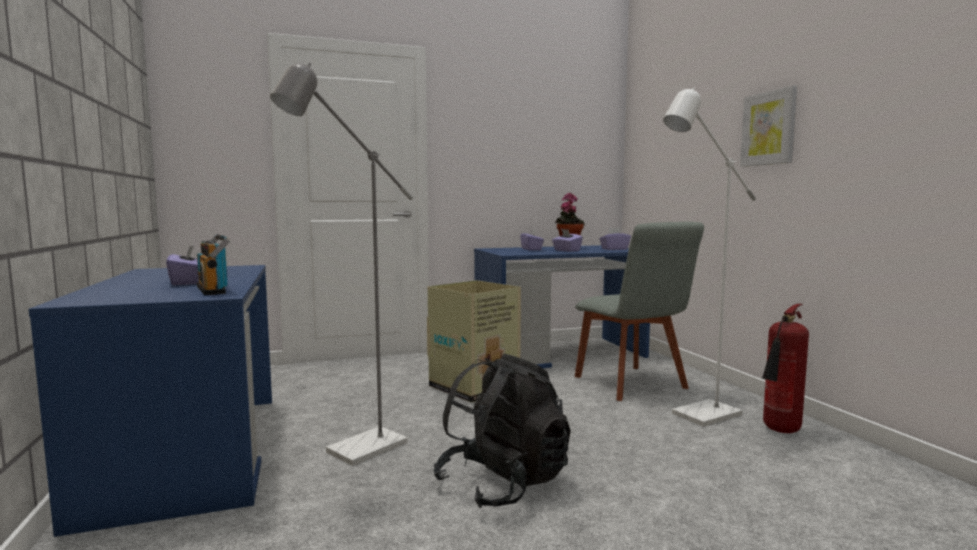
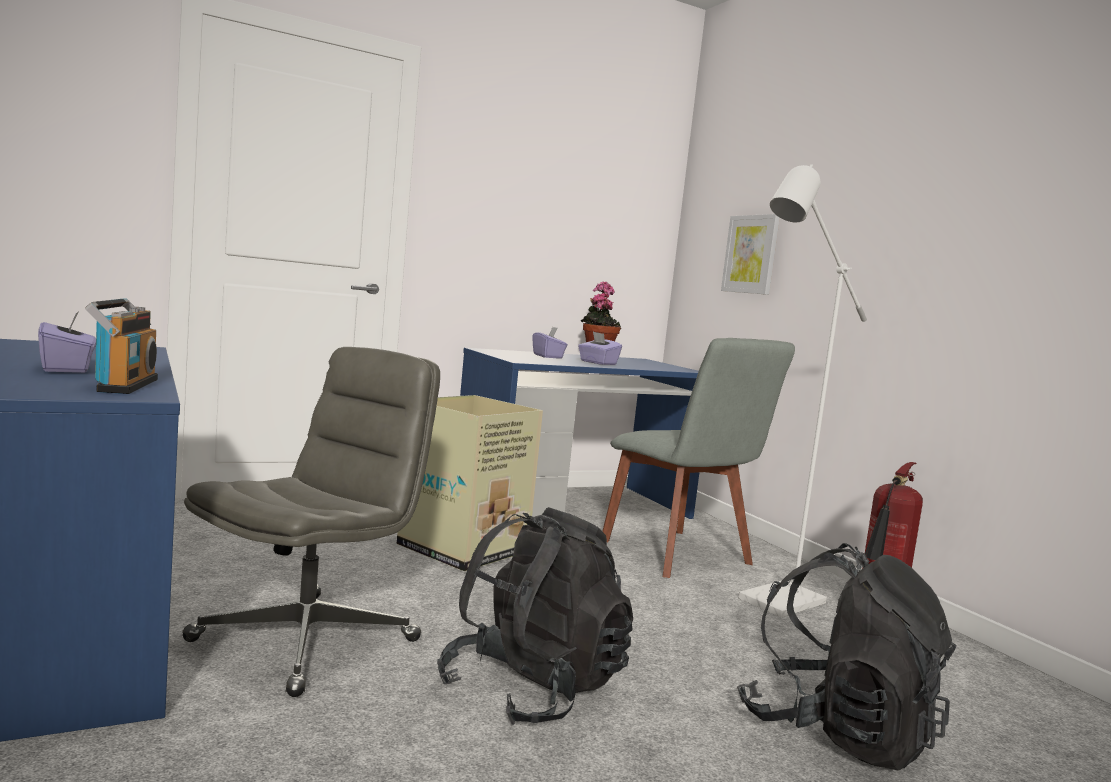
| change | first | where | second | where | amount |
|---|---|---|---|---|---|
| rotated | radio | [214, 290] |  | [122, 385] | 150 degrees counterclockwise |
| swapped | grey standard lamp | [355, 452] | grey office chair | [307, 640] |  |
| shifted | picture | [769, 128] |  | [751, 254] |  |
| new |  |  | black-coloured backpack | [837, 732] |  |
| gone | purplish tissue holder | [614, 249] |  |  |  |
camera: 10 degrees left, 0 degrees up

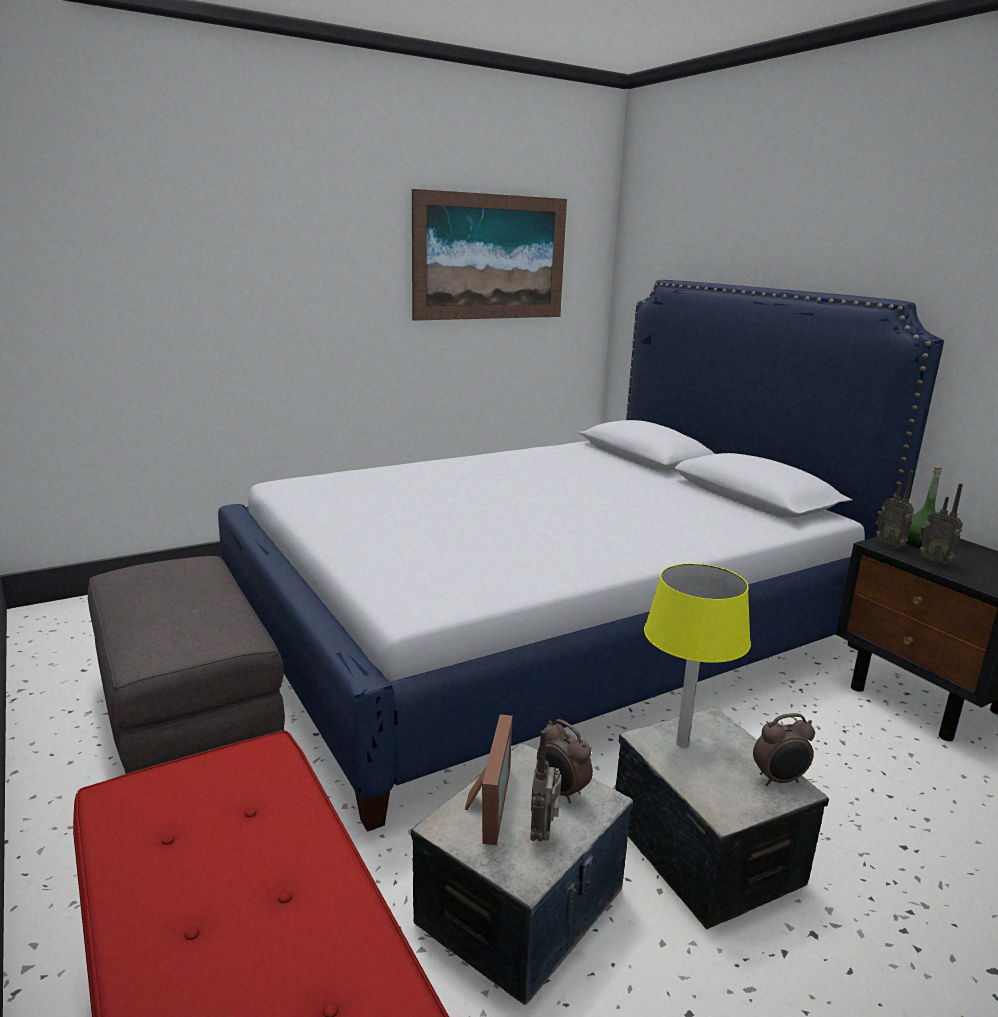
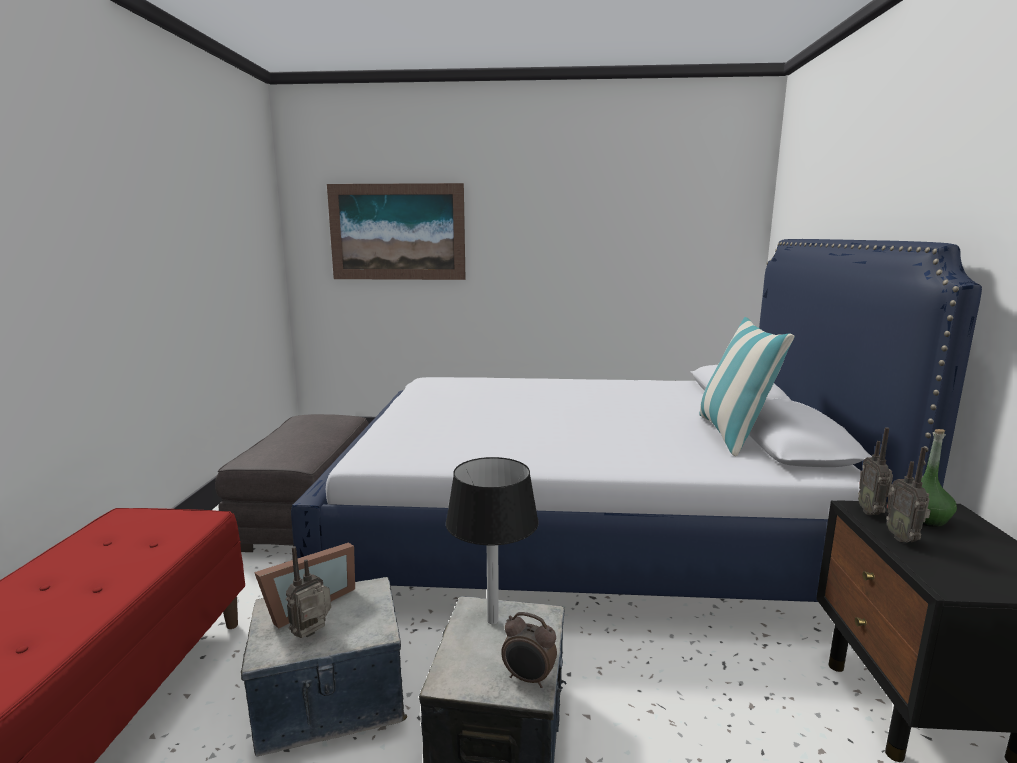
| change | first | where | second | where | amount |
|---|---|---|---|---|---|
| shifted | picture | [490, 257] |  | [397, 232] |  |
| repainted | yellow-coloured lamp for a table | [682, 743] | black-coloured lamp for a table | [493, 620] |  |
| new |  |  | throw pillow | [733, 435] |  |
| gone | bedside clock | [561, 791] |  |  |  |
camera: 35 degrees right, 5 degrees down

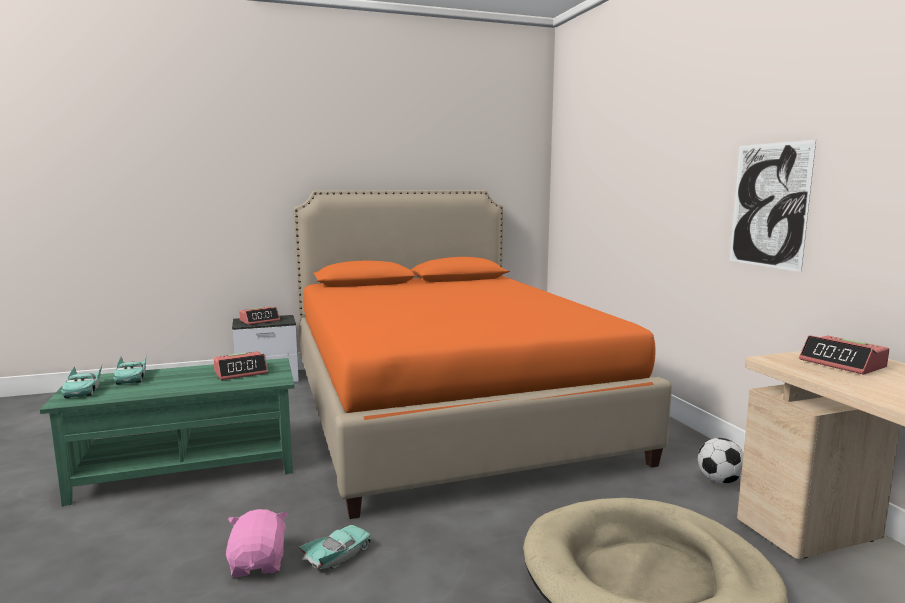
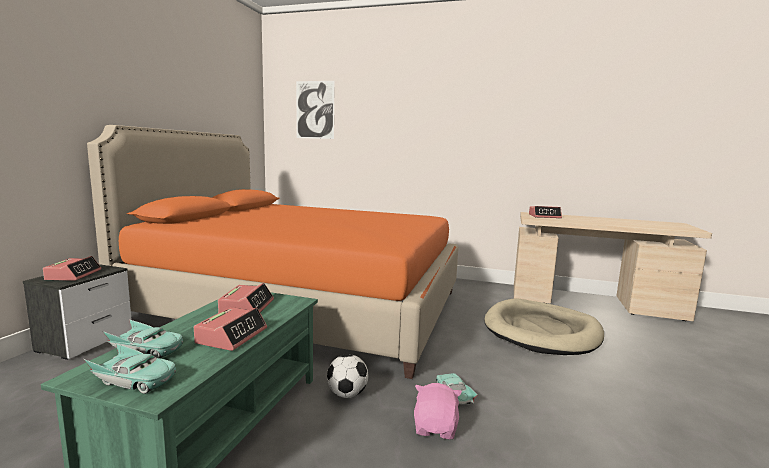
| change | first | where | second | where | amount |
|---|---|---|---|---|---|
| new |  |  | bedside clock | [232, 336] |  |
| shifted | picture | [769, 205] |  | [315, 110] |  |
| shifted | football ball | [719, 481] |  | [347, 394] |  |
| rotated | pink cuddly toy | [259, 564] |  | [436, 428] | 75 degrees clockwise |
camera: 55 degrees left, 0 degrees up

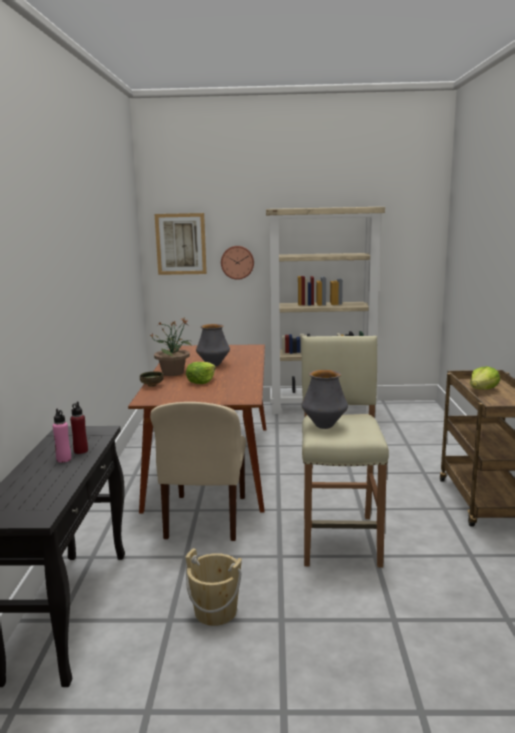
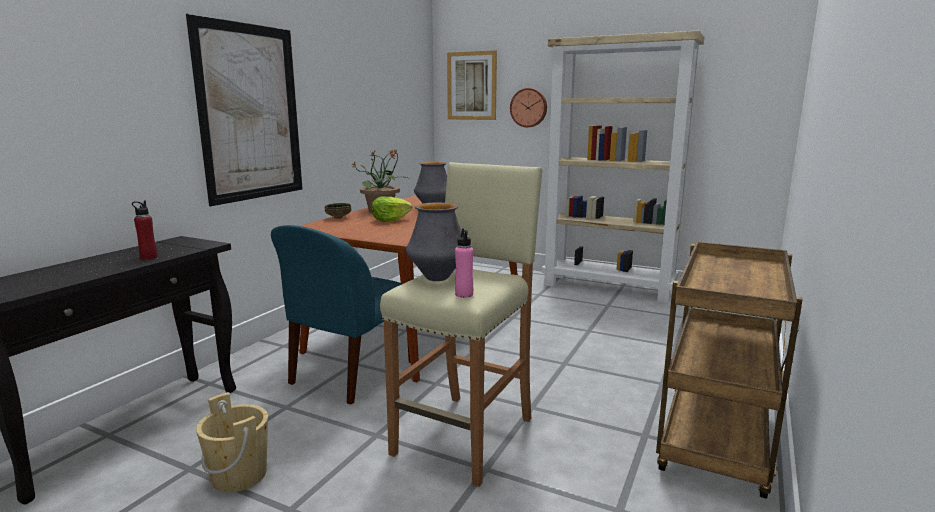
| change | first | where | second | where | amount |
|---|---|---|---|---|---|
| new |  |  | picture | [251, 113] |  |
| repainted | beige upright chair | [205, 518] | bluish upright chair | [351, 374] |  |
| shifted | pink beverage bottle | [64, 459] |  | [464, 294] |  |
| gone | lettuce head | [482, 389] |  |  |  |
camera: 25 degrees right, 0 degrees up

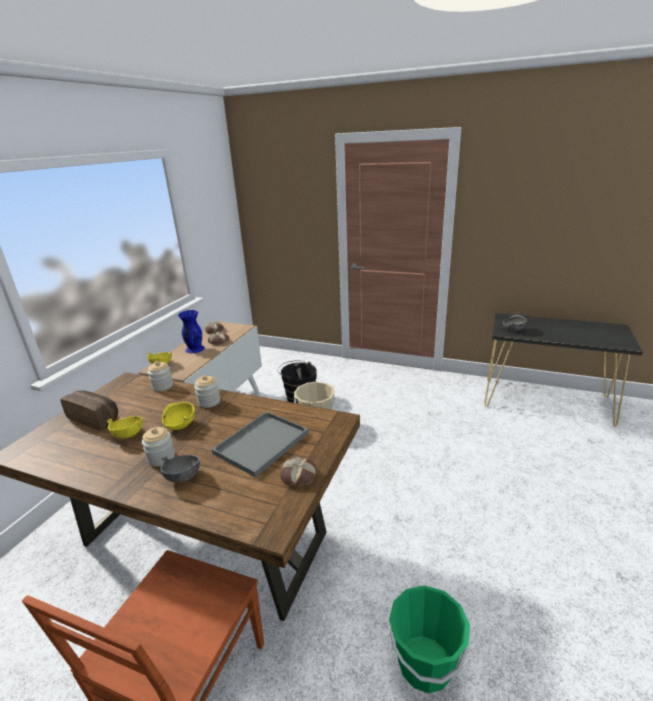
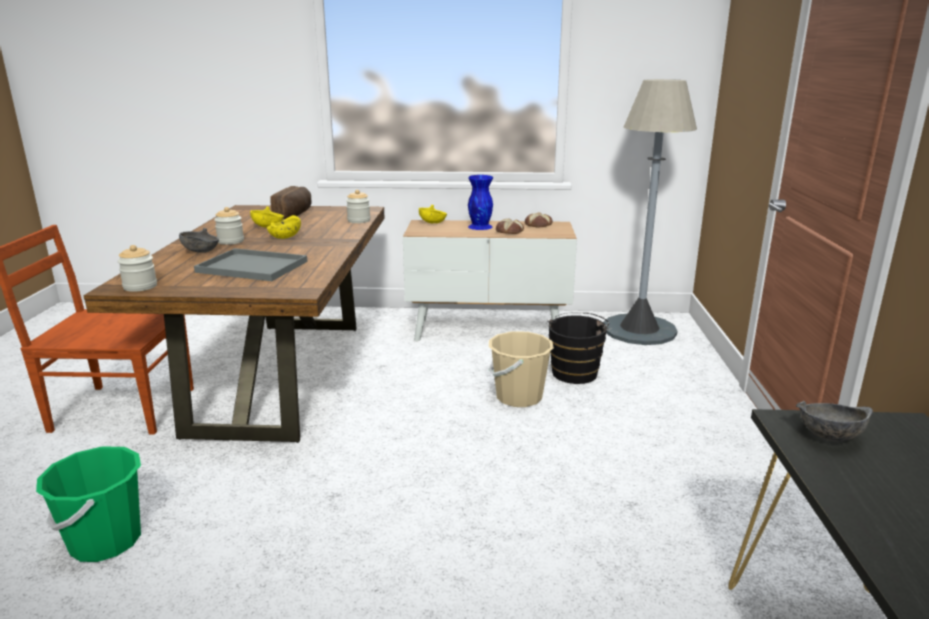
| change | first | where | second | where | amount |
|---|---|---|---|---|---|
| shifted | storage jar | [209, 402] |  | [140, 286] |  |
| new |  |  | grey standard lamp | [639, 330] |  |
| gone | bread | [298, 476] |  |  |  |
camera: 70 degrees right, 5 degrees down

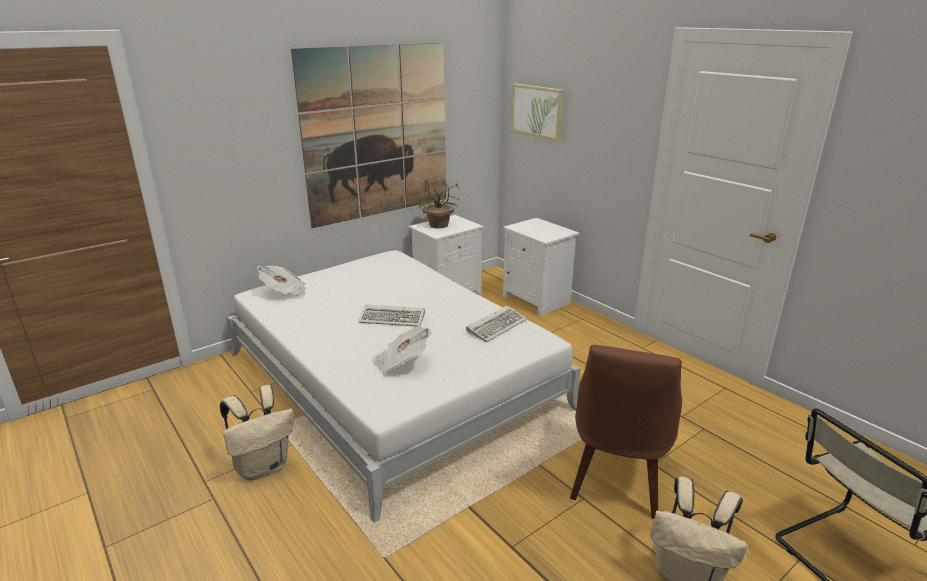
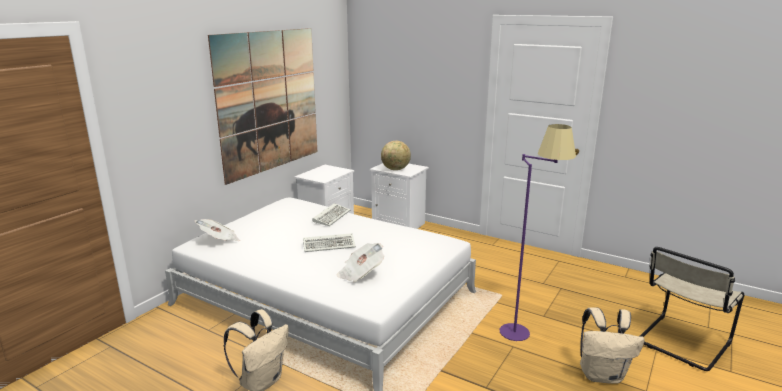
| change | first | where | second | where | amount |
|---|---|---|---|---|---|
| shifted | computer keyboard | [497, 325] |  | [331, 216] |  |
| new |  |  | world globe | [395, 169] |  |
| swapped | brownish upright chair | [617, 478] | purplish standard lamp | [526, 329] |  |
| gone | houseplant | [439, 225] |  |  |  |
| gone | picture | [537, 111] |  |  |  |
camera: 20 degrees left, 5 degrees down

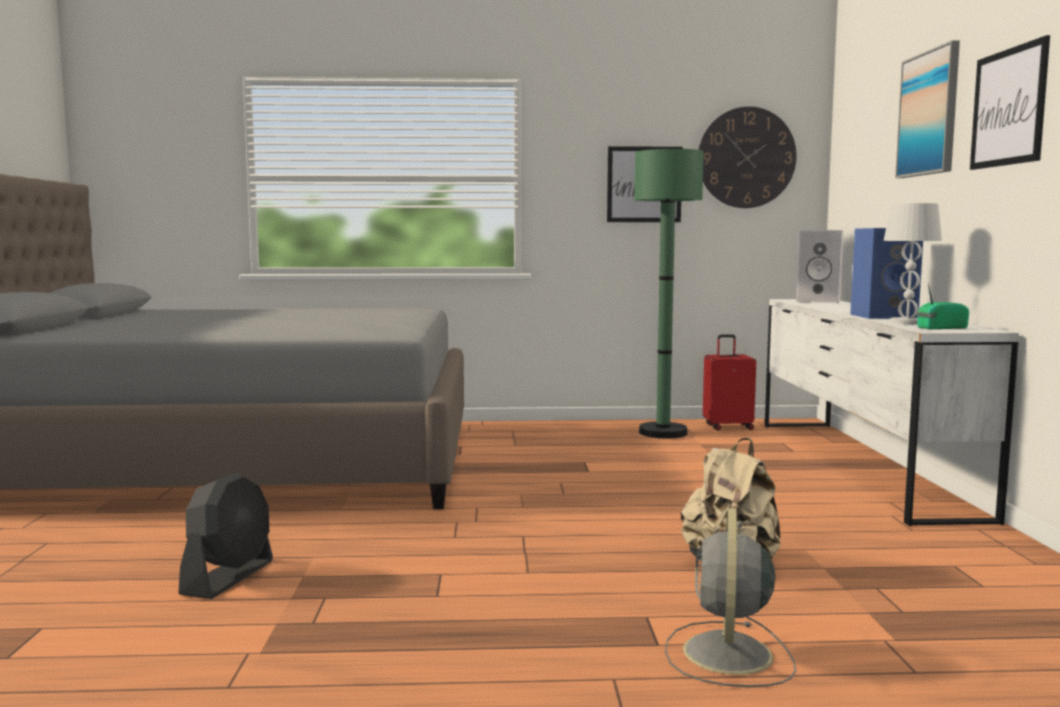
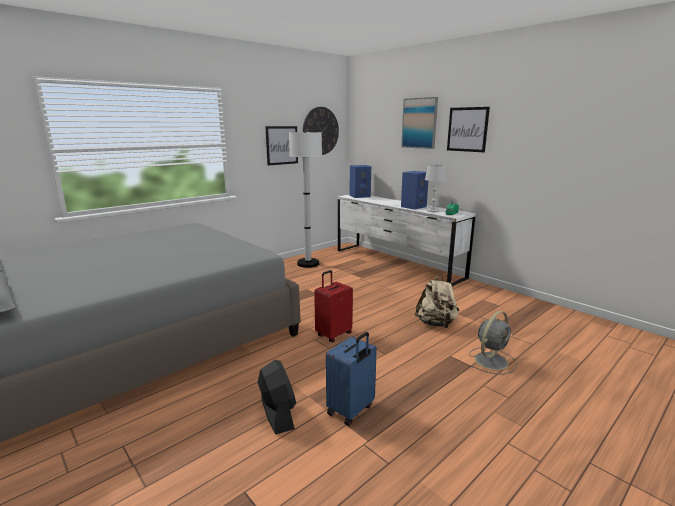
| change | first | where | second | where | amount |
|---|---|---|---|---|---|
| repainted | green standard lamp | [663, 432] | whitish standard lamp | [308, 264] |  |
| shifted | red-coloured piece of luggage | [728, 427] |  | [333, 334] |  |
| new |  |  | bluish piece of luggage | [351, 410] |  |
| repainted | whitish loudspeaker | [819, 301] | bluish loudspeaker | [360, 196] |  |
| rotated | grey cooling fan | [727, 655] |  | [492, 360] | 105 degrees counterclockwise |
camera: 40 degrees left, 10 degrees up

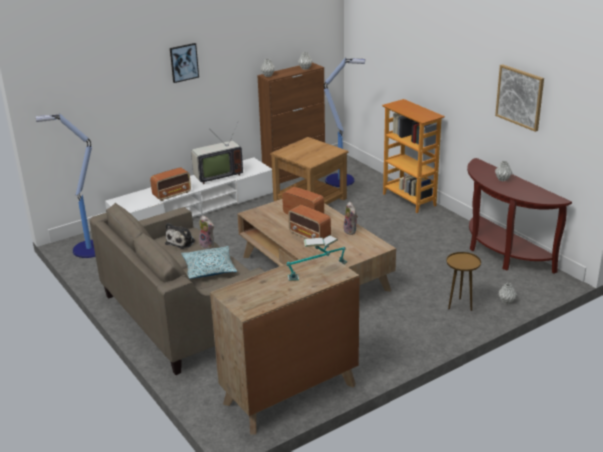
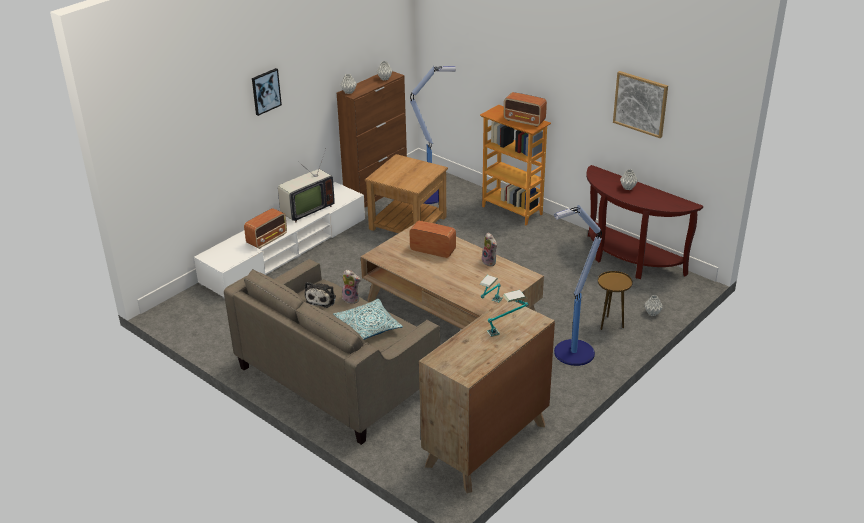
| change | first | where | second | where | amount |
|---|---|---|---|---|---|
| shifted | radio | [310, 236] |  | [524, 121] |  |
| shifted | standard lamp | [88, 249] |  | [572, 353] |  |
camera: 15 degrees left, 5 degrees up

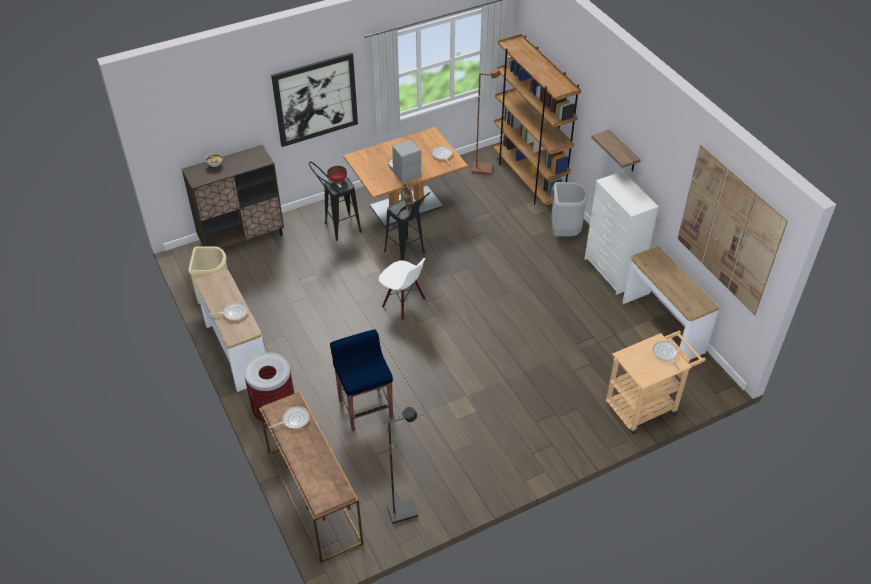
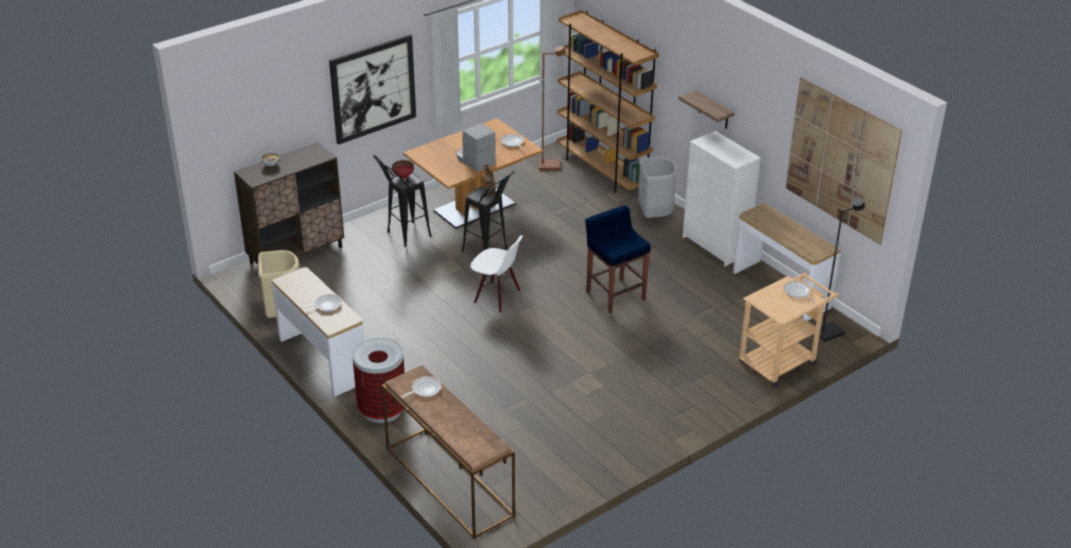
| change | first | where | second | where | amount |
|---|---|---|---|---|---|
| shifted | bluish stool seat | [365, 408] |  | [615, 295] |  |
| shifted | black-coloured standard lamp | [402, 511] |  | [828, 332] |  |
camera: 10 degrees left, 10 degrees down

